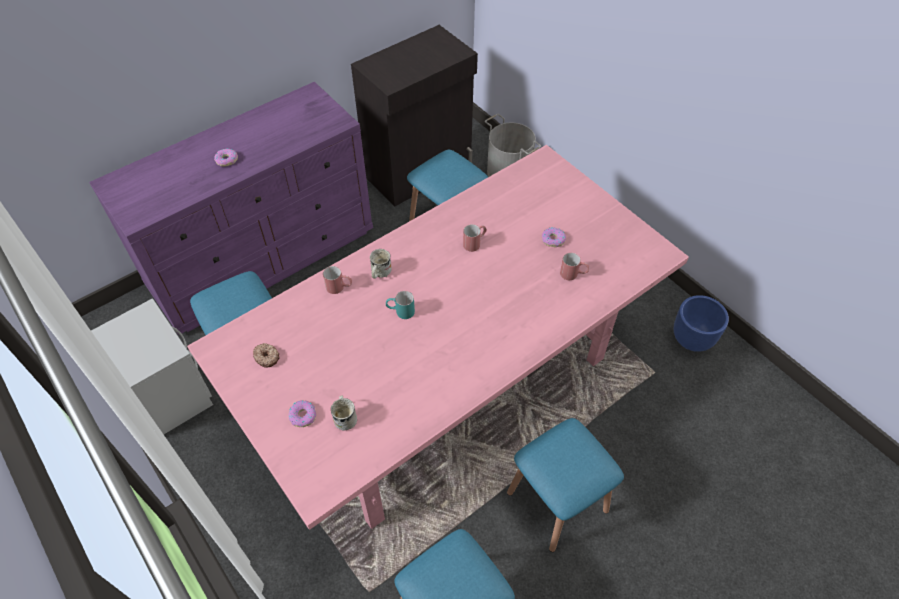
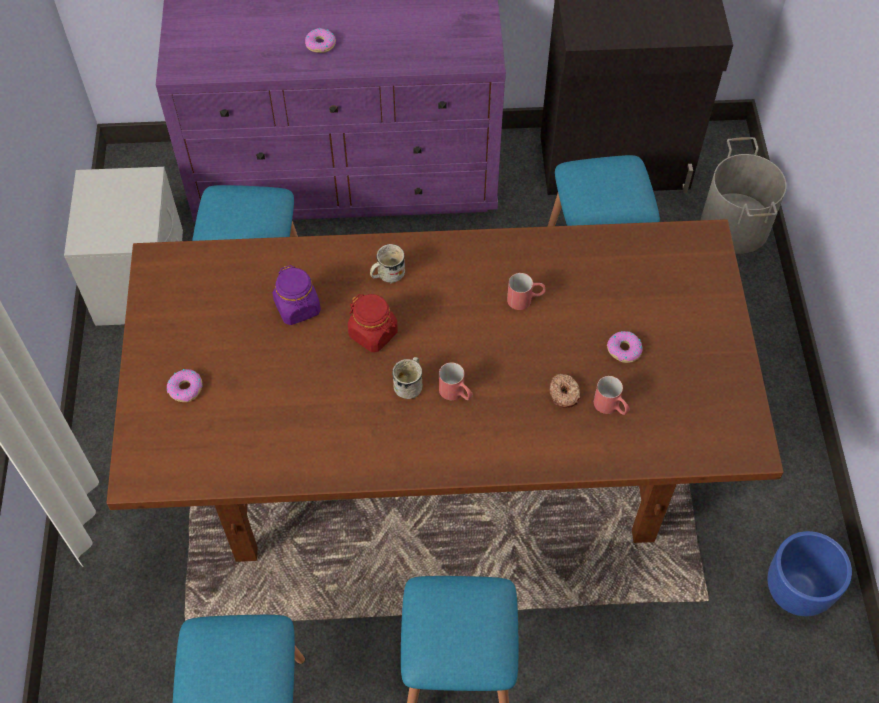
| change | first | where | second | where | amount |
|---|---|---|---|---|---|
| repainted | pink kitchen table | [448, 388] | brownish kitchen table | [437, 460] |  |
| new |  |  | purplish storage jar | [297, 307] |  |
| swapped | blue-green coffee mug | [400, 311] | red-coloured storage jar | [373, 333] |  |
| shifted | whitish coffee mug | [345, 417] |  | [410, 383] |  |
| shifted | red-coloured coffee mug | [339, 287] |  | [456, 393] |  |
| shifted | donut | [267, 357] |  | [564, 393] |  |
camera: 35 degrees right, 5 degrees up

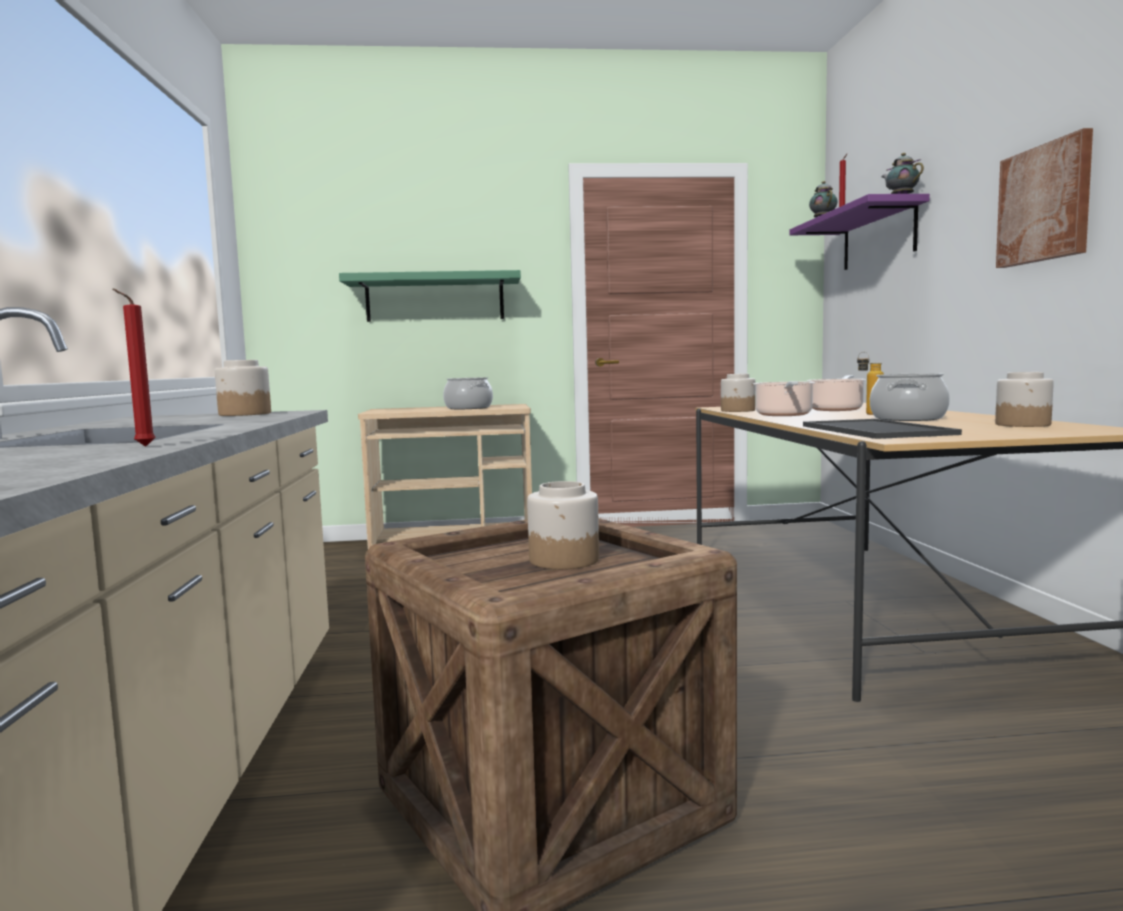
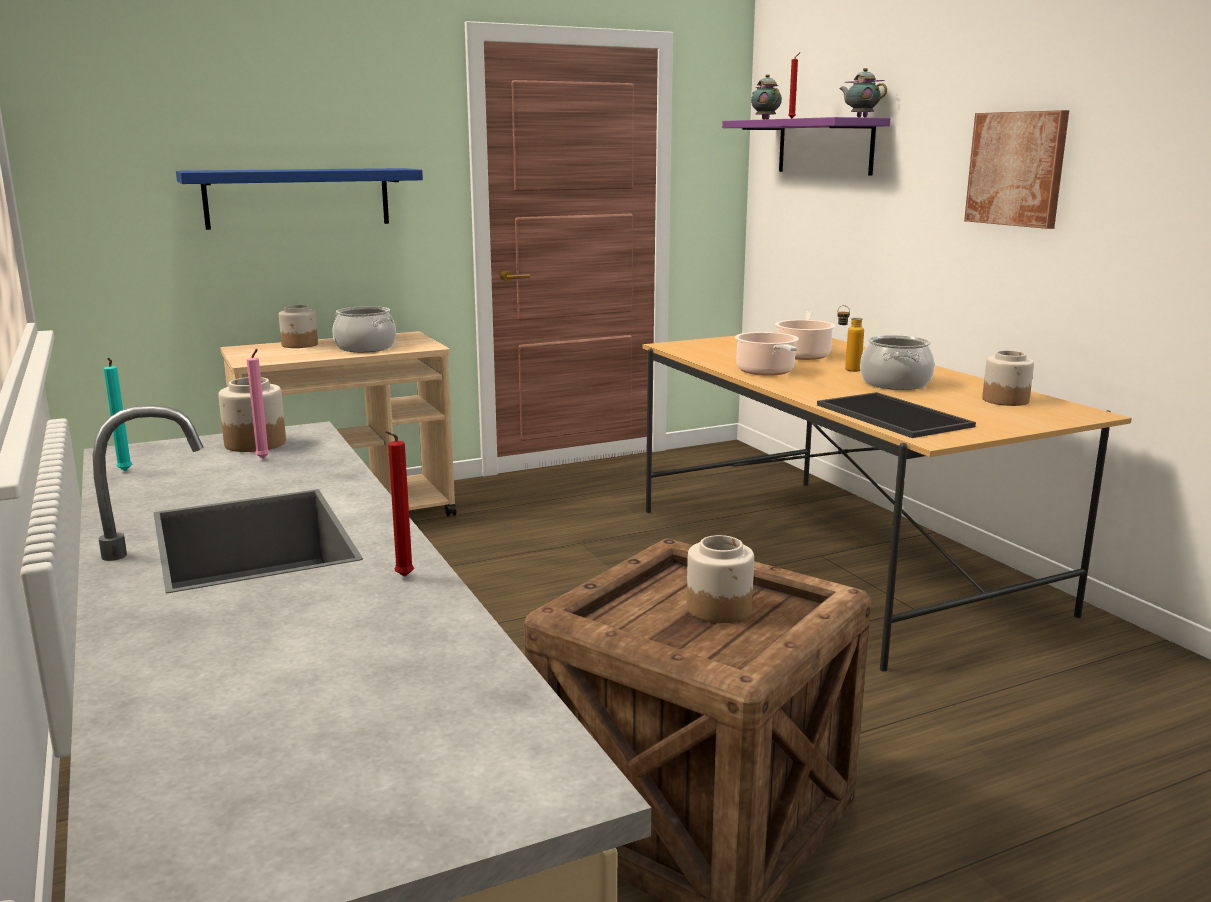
| change | first | where | second | where | amount |
|---|---|---|---|---|---|
| new |  |  | blue-green candle | [124, 471] |  |
| repainted | green wall shelf | [435, 299] | bluish wall shelf | [298, 198] |  |
| new |  |  | pink candle | [263, 459] |  |
| shifted | storage jar | [738, 410] |  | [300, 345] |  |
camera: 20 degrees left, 10 degrees up

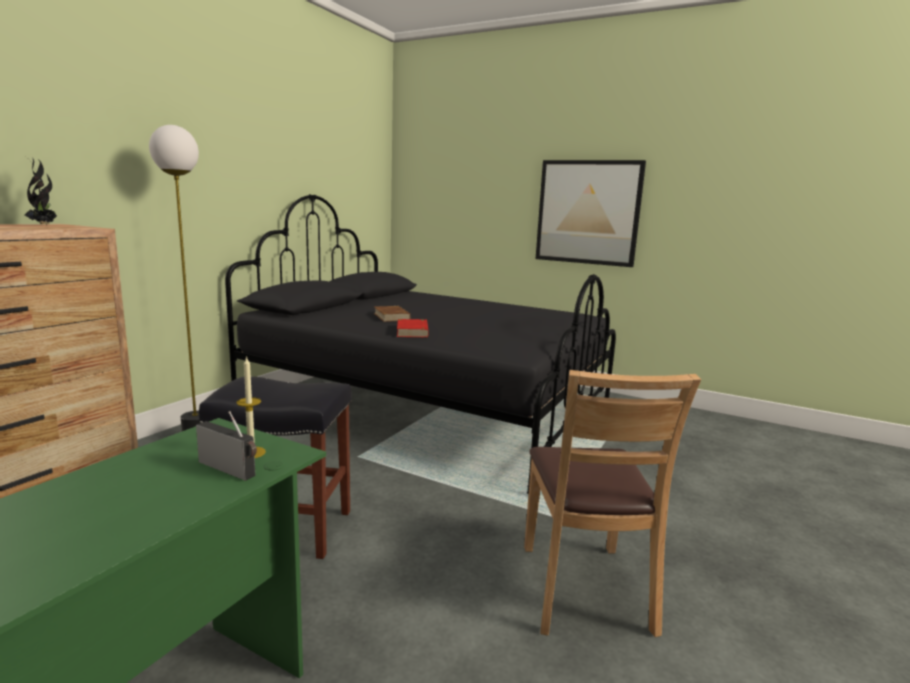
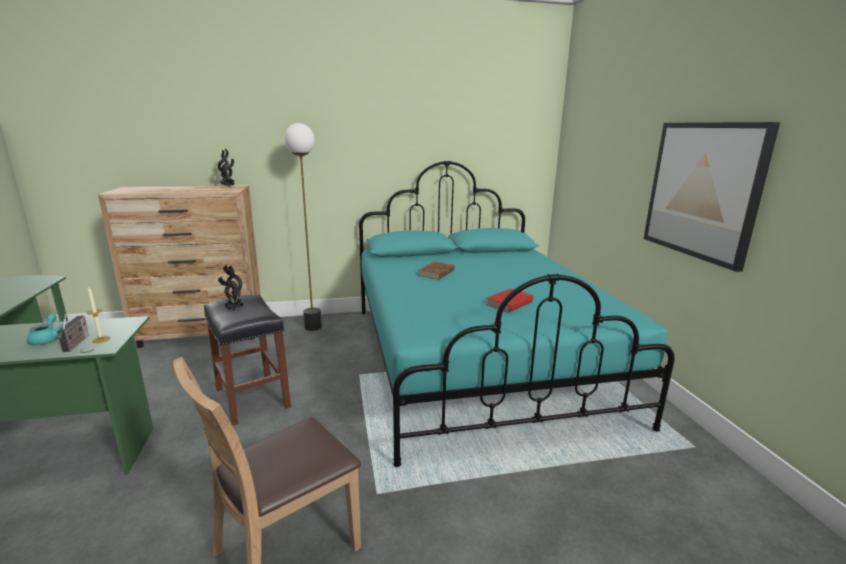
| change | first | where | second | where | amount |
|---|---|---|---|---|---|
| new |  |  | blue-green teapot | [48, 339] |  |
| new |  |  | houseplant | [234, 310] |  |
| repainted | black-coloured sleeping bed | [430, 406] | blue-green sleeping bed | [476, 359] |  |
| shifted | red-coloured volume | [412, 332] |  | [510, 303] |  |
camera: 50 degrees right, 5 degrees up

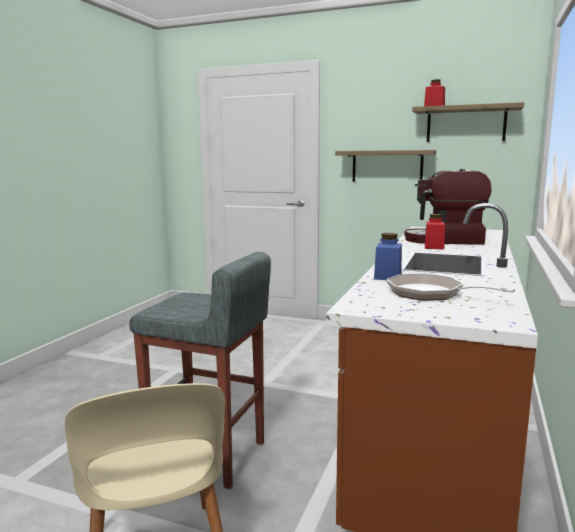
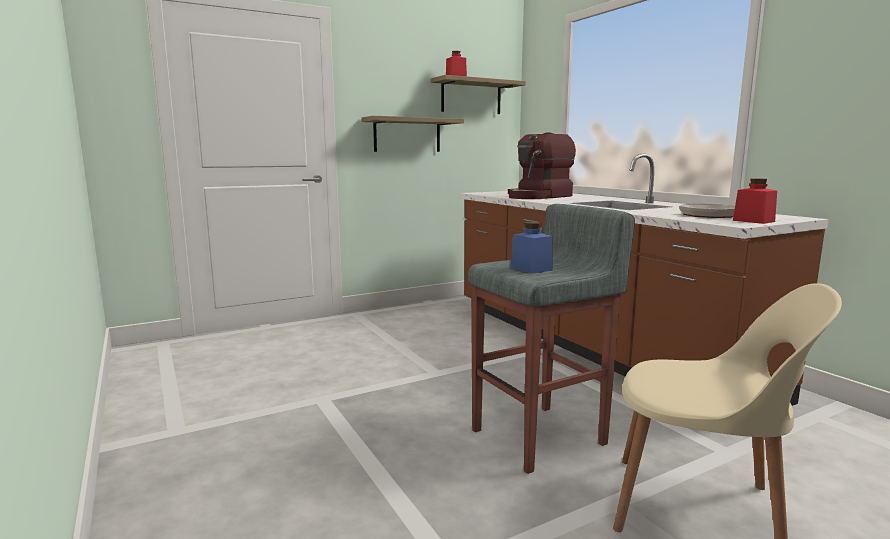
| change | first | where | second | where | amount |
|---|---|---|---|---|---|
| shifted | bluish storage jar | [388, 276] |  | [531, 269] |  |
| shifted | red-coloured storage jar | [434, 247] |  | [753, 221] |  |
camera: 50 degrees left, 0 degrees up

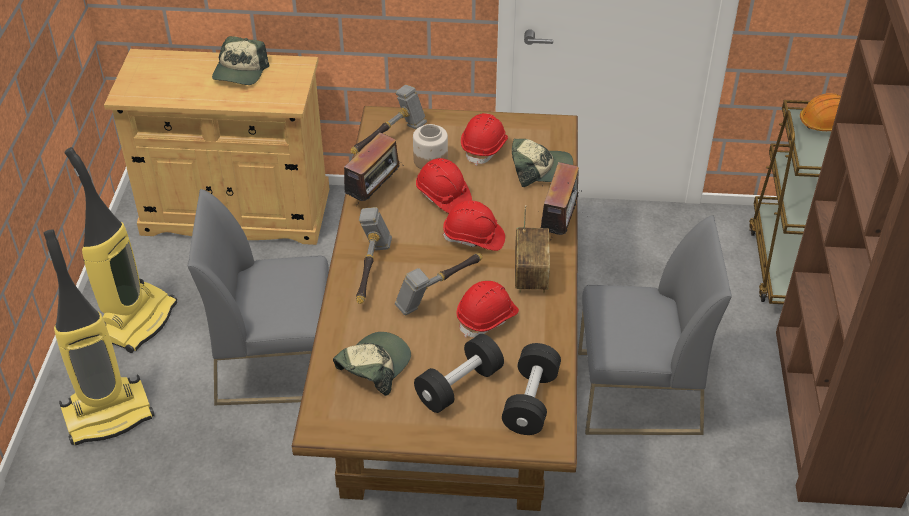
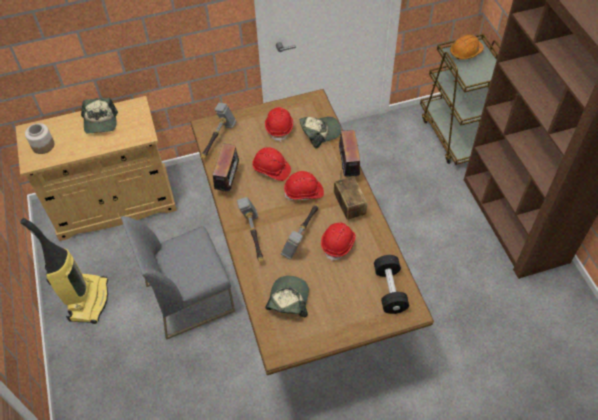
| change | first | where | second | where | amount |
|---|---|---|---|---|---|
| shifted | storage jar | [430, 160] |  | [43, 146] |  |
| gone | vacuum cleaner | [109, 414] |  |  |  |
| gone | black-coloured hand weight | [459, 386] |  |  |  |
| gone | grey upright chair | [637, 393] |  |  |  |
camera: 20 degrees left, 10 degrees up

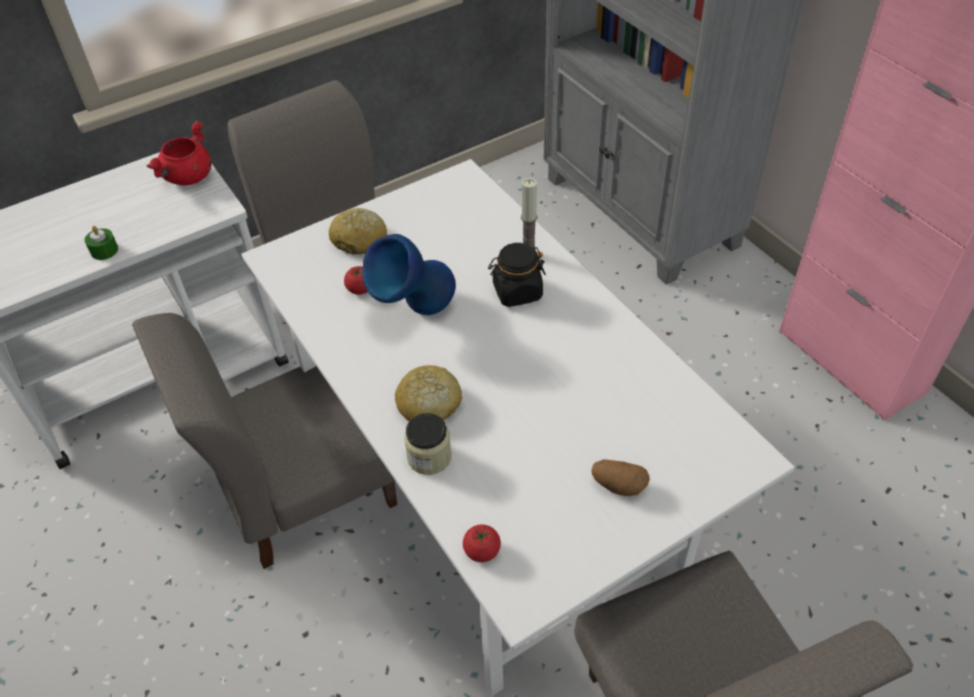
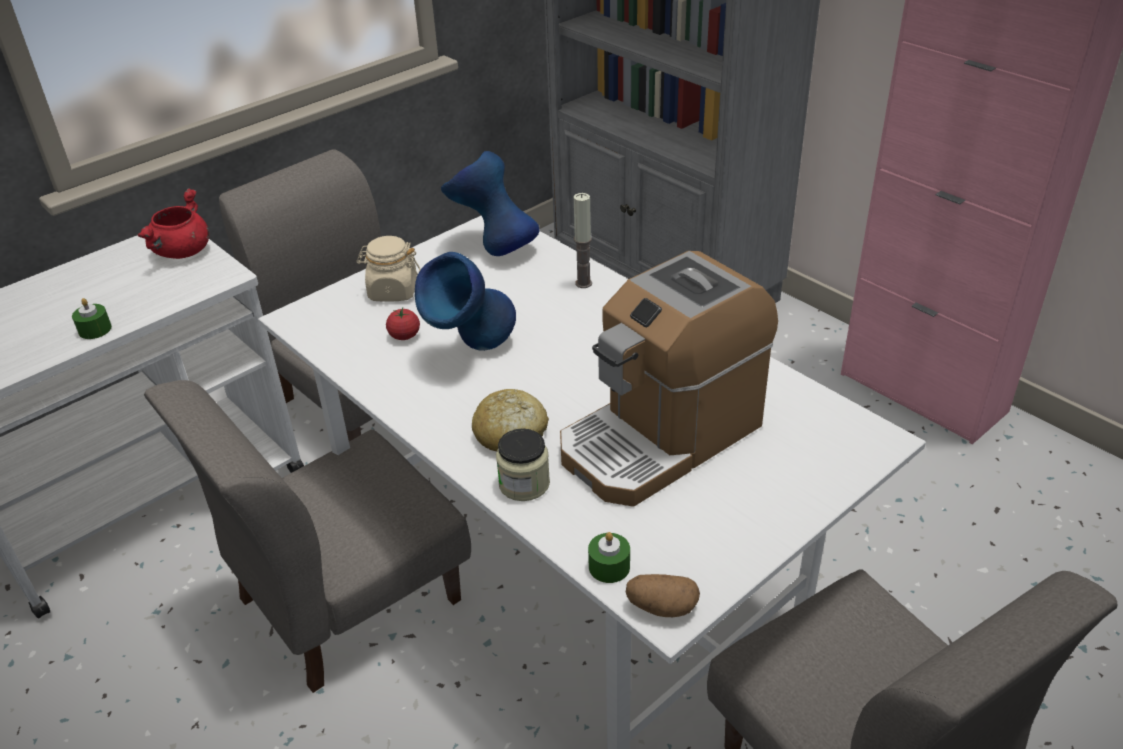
| change | first | where | second | where | amount |
|---|---|---|---|---|---|
| swapped | bread | [360, 240] | beige storage jar | [392, 291] |  |
| new |  |  | bluish flower vase | [493, 248] |  |
| new |  |  | coffee maker | [661, 437] |  |
| swapped | tomato | [482, 551] | green candle | [609, 566] |  |
| shifted | whole potato | [618, 485] |  | [661, 607] |  |
| gone | black-coloured storage jar | [517, 292] |  |  |  |
camera: 10 degrees left, 10 degrees down

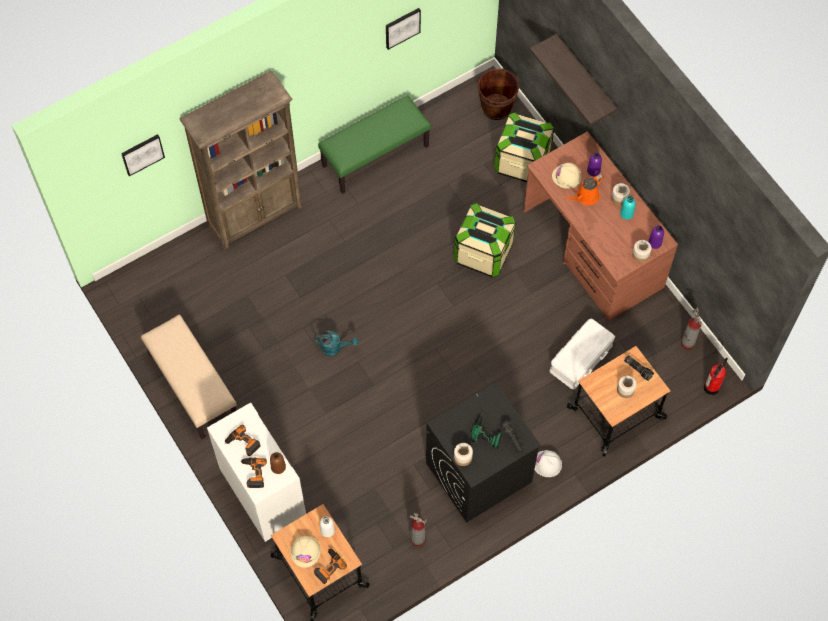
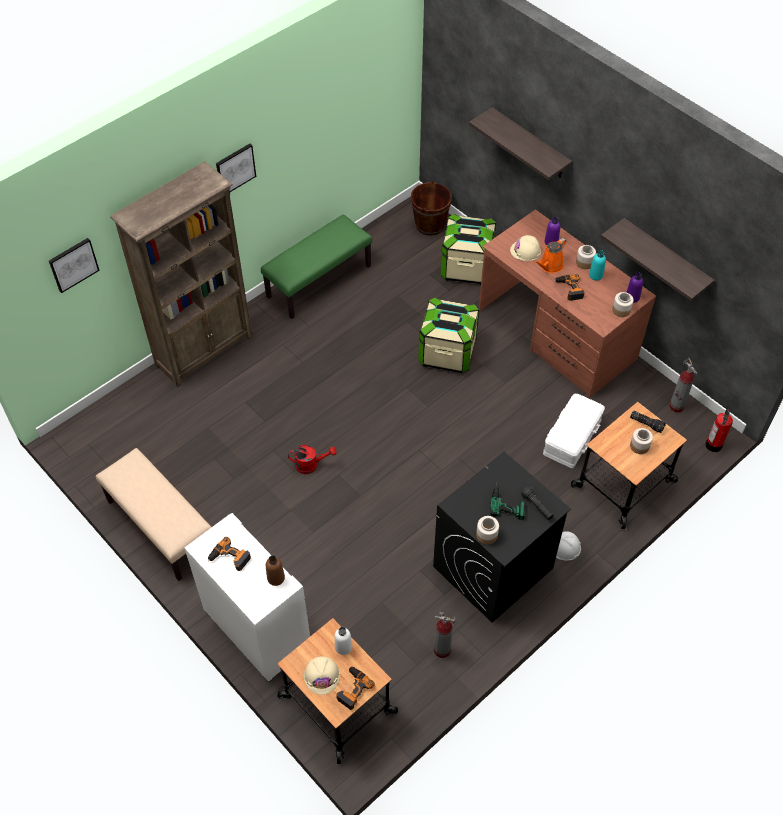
| change | first | where | second | where | amount |
|---|---|---|---|---|---|
| shifted | picture | [402, 27] |  | [235, 169] |  |
| repainted | blue-green watering pot | [334, 348] | red-coloured watering pot | [310, 465] |  |
| shifted | power drill | [253, 473] |  | [569, 289] |  |
| new |  |  | wall shelf | [665, 258] |  |
camera: 10 degrees left, 10 degrees down

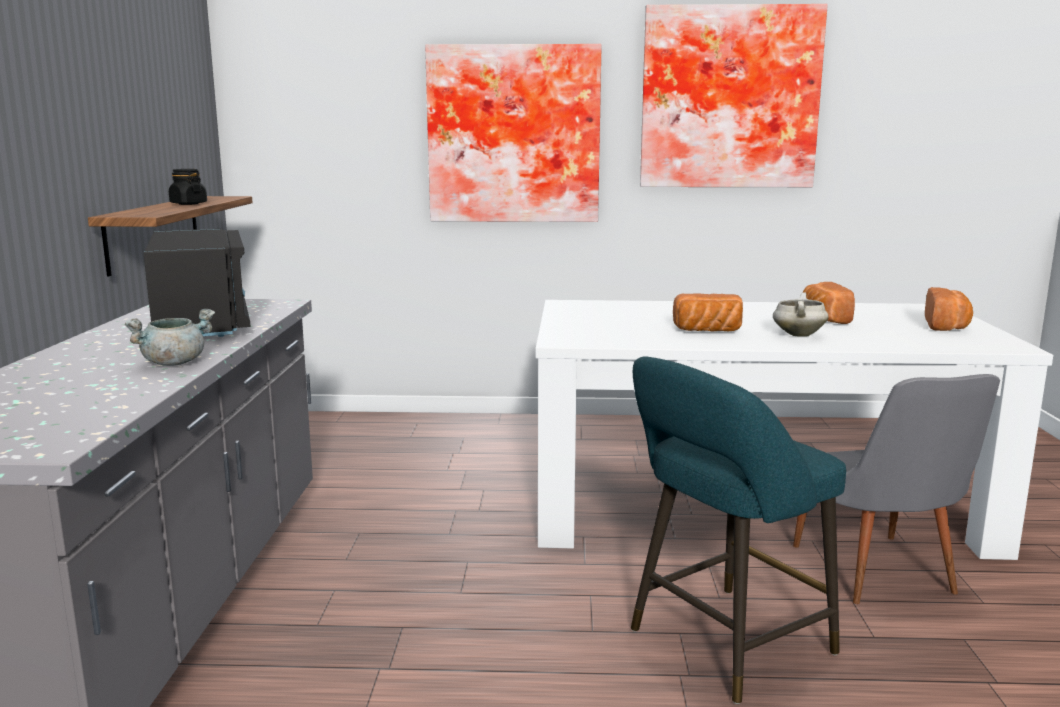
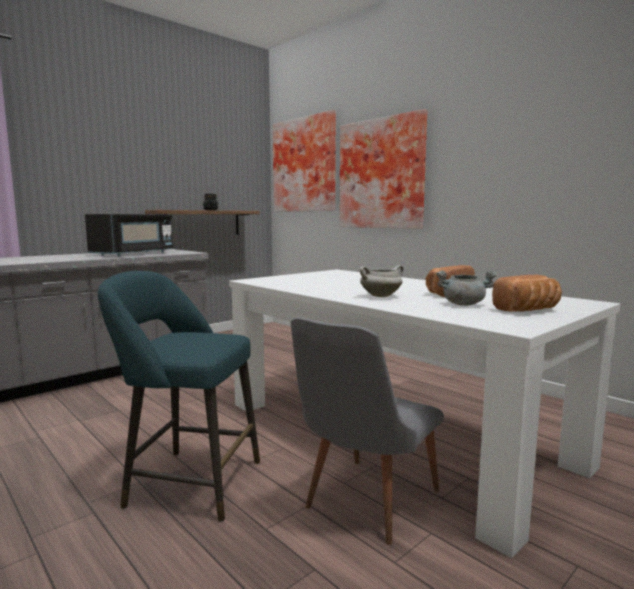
| change | first | where | second | where | amount |
|---|---|---|---|---|---|
| shifted | picture | [729, 98] |  | [306, 165] |  |
| shifted | grey cooking pot | [174, 363] |  | [463, 304] |  |
| gone | bread | [708, 331] |  |  |  |
camera: 45 degrees right, 5 degrees down

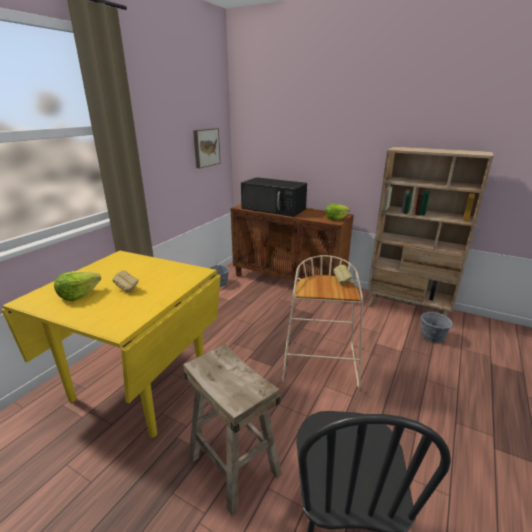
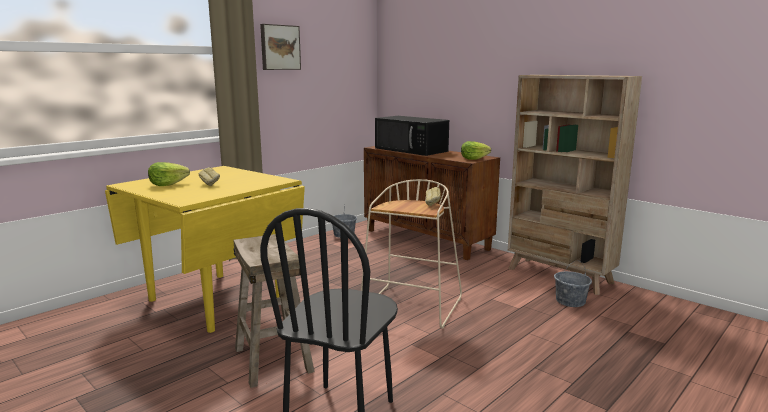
| change | first | where | second | where | amount |
|---|---|---|---|---|---|
| shifted | picture | [205, 147] |  | [279, 47] |  |
camera: 15 degrees right, 10 degrees down

